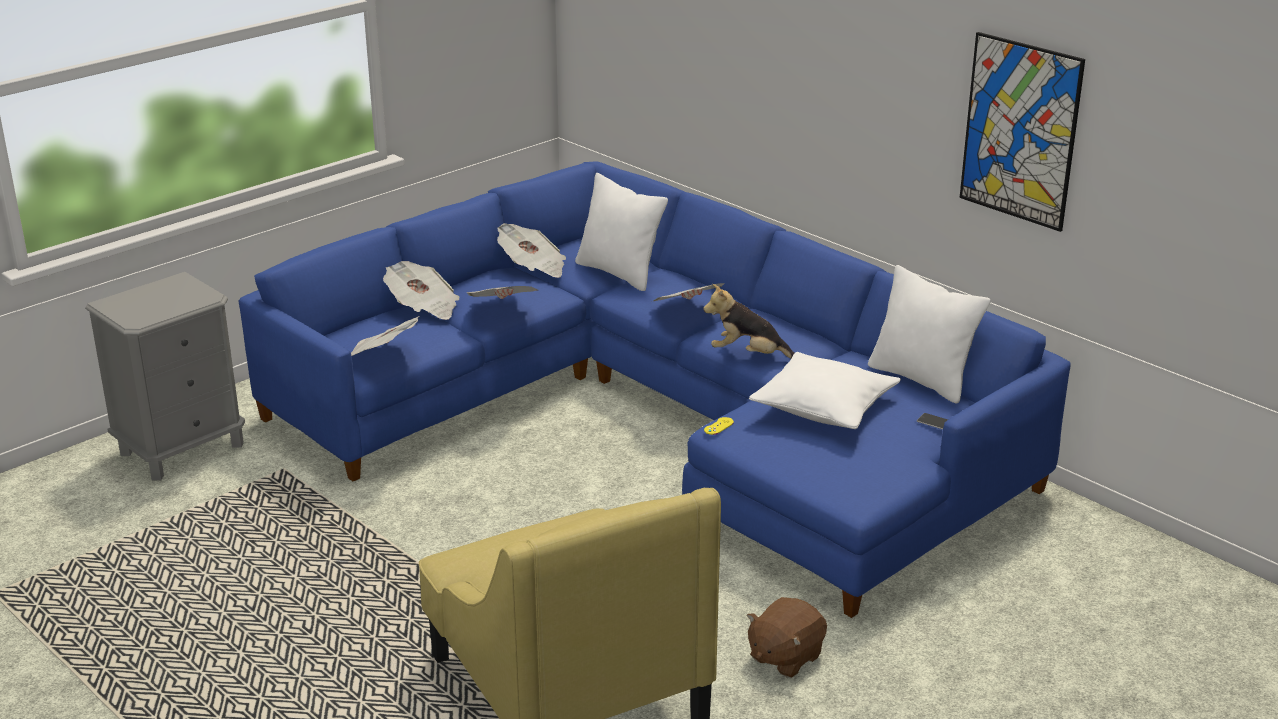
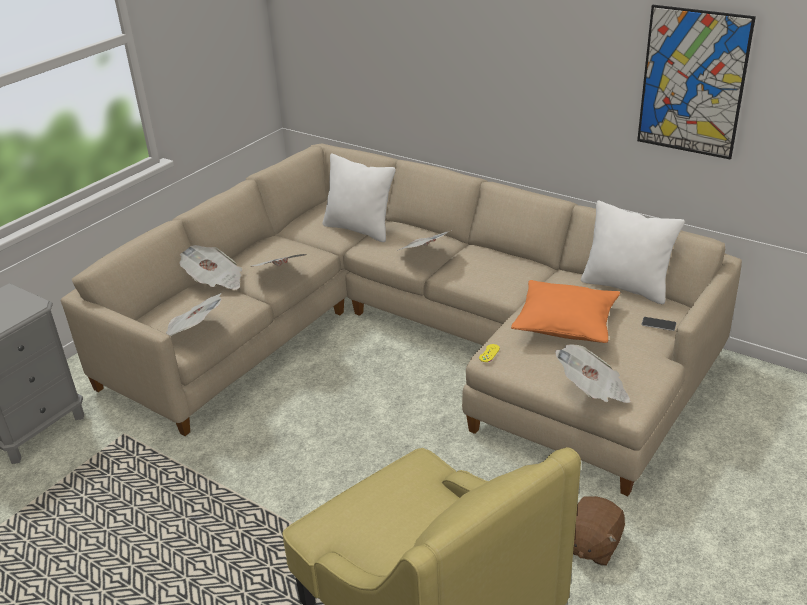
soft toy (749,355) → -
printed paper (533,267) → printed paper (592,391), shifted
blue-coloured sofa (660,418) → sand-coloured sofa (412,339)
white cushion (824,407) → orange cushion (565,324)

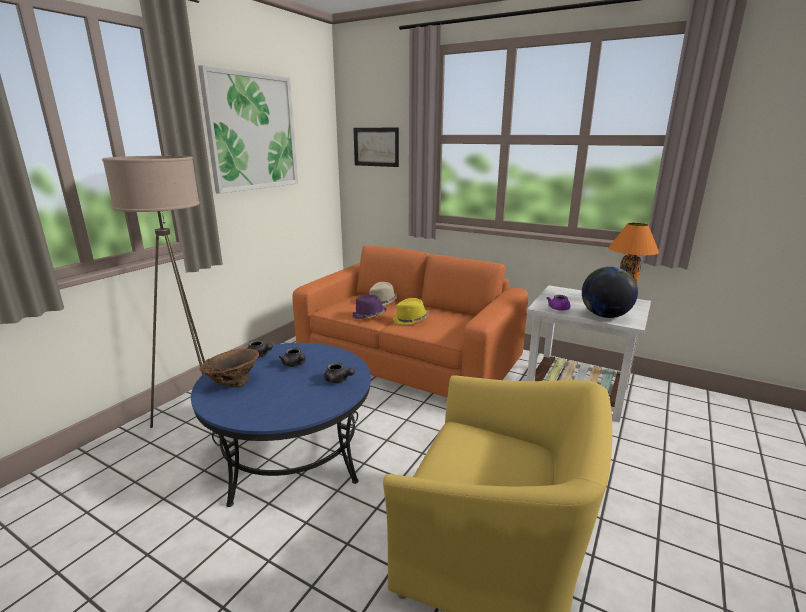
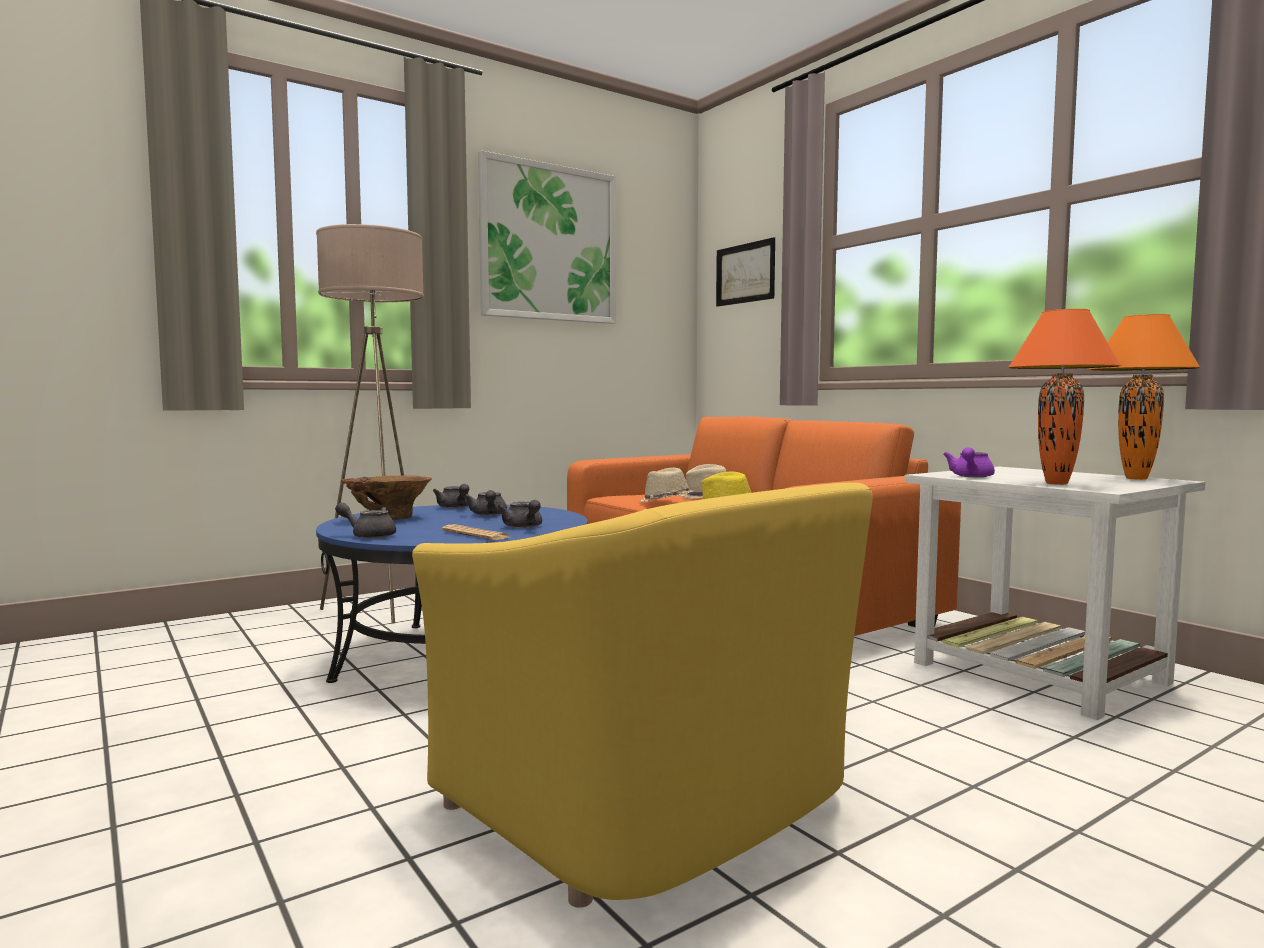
- → gray pot for tea (369,535)
- → printed paper (475,534)
world globe (604,315) → orange tabletop lamp (1056,483)
purple-coloured clothing hat (369,316) → sand-coloured clothing hat (665,502)

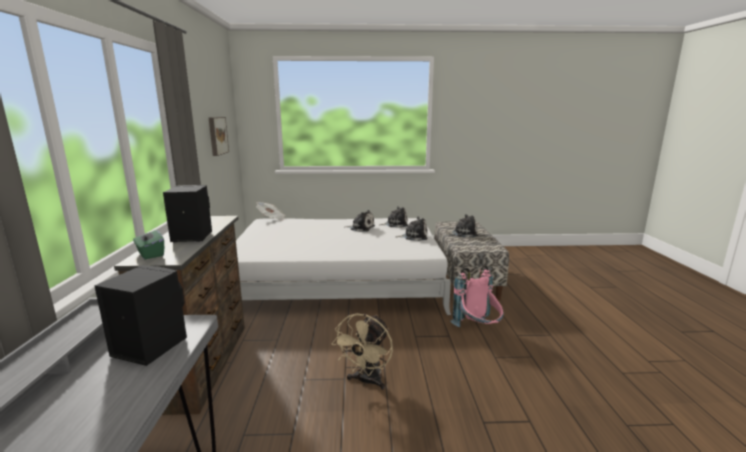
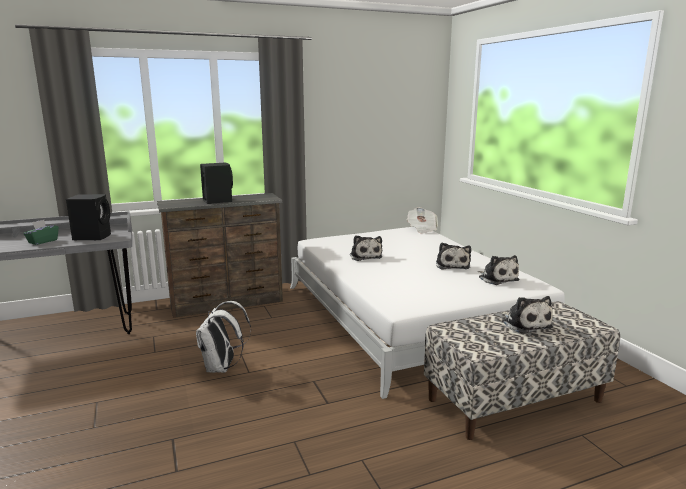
picture (217,135) → -
pink backpack (477,331) → -
green-coloured tissue box (150,254) → green-coloured tissue box (43,241), shifted
soft toy (414,236) → soft toy (365,256), shifted
sand-coloured fan (366,381) → white backpack (222,368)

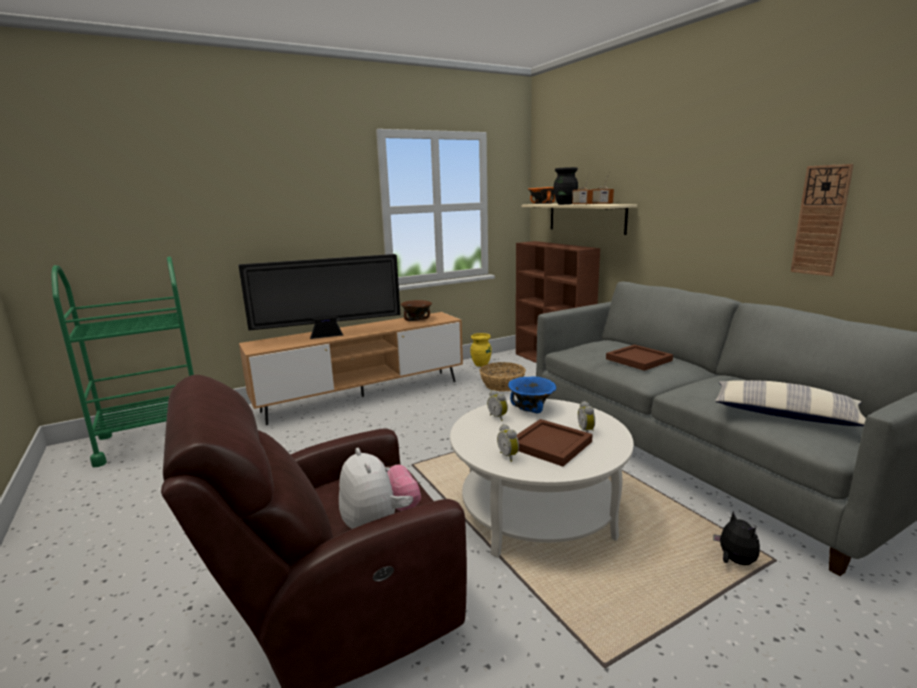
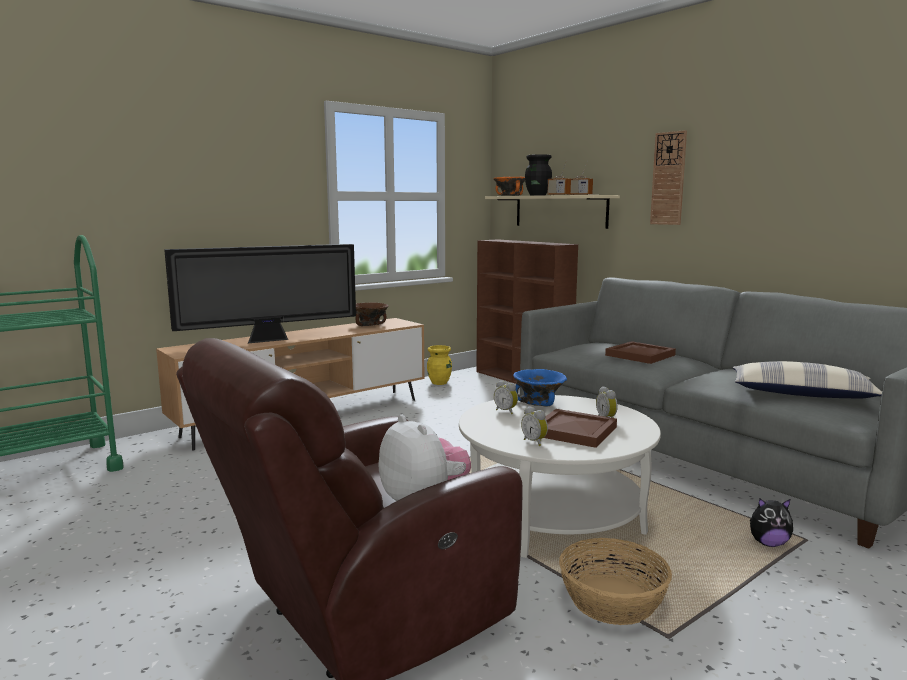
household basket (502,385) → household basket (613,600), shifted
wall clock (821,221) → wall clock (668,178), shifted
soft toy (734,561) → soft toy (768,543), 120 degrees clockwise

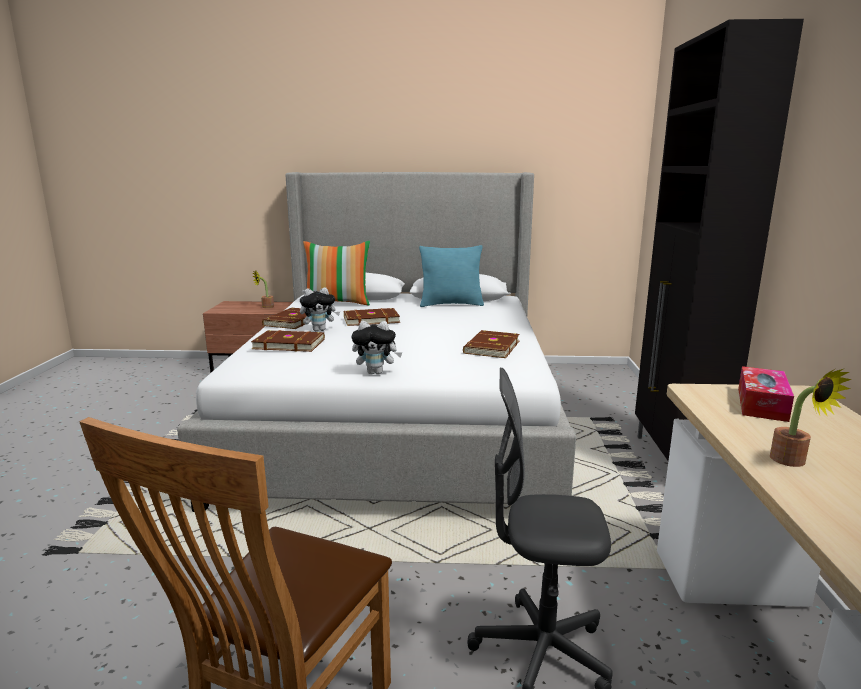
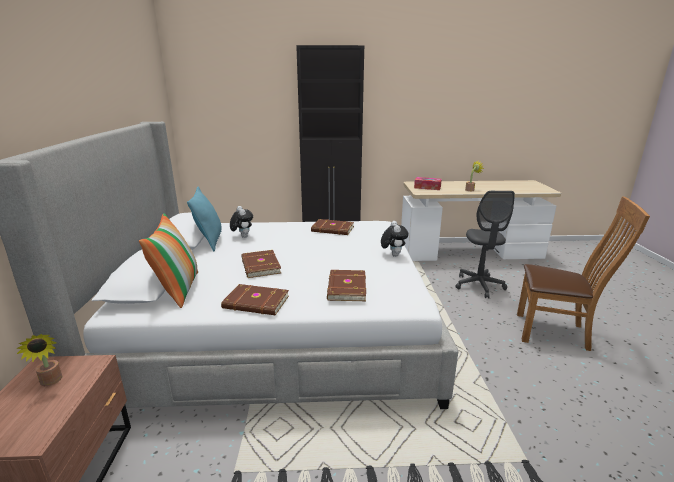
soft toy (319,330) → soft toy (242,236), shifted

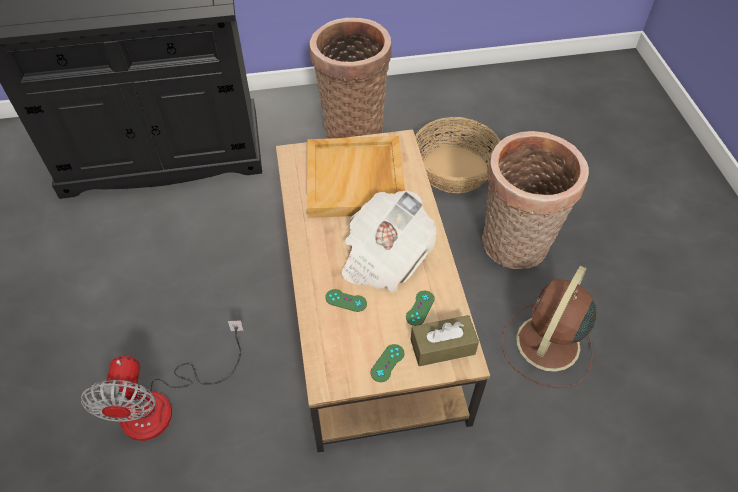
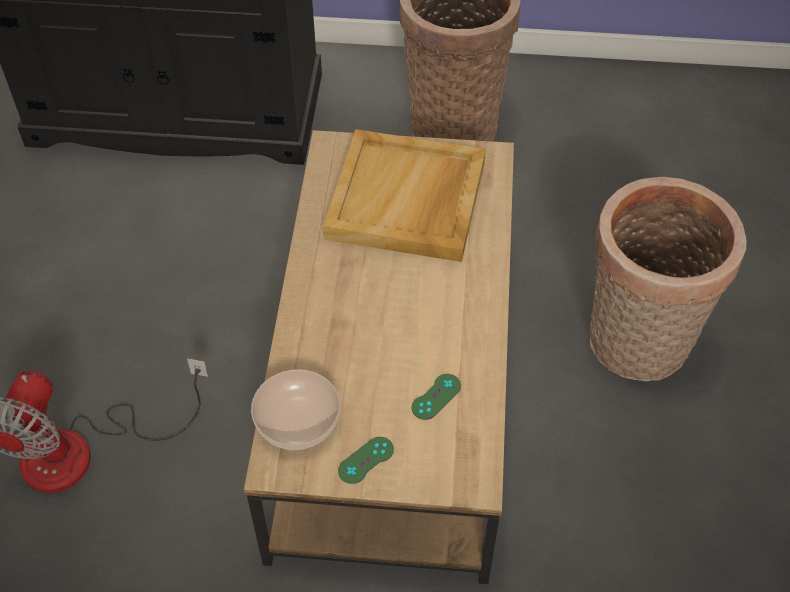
green-coloured game controller (346,300) → -
printed paper (384,257) → -
brown tissue box (442,347) → -
household basket (454,169) → -
brown fan (546,345) → -
- → deep dish (297,419)

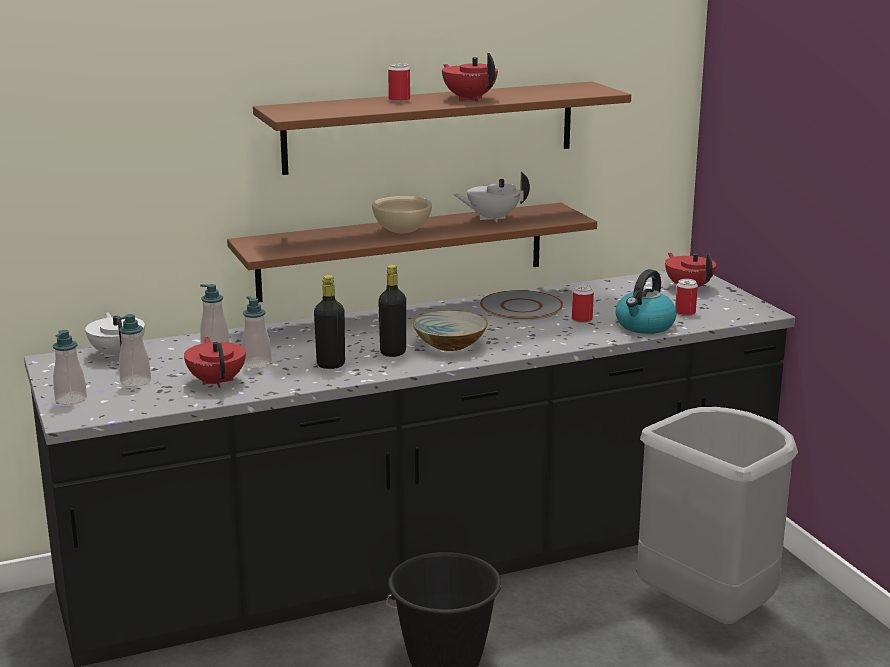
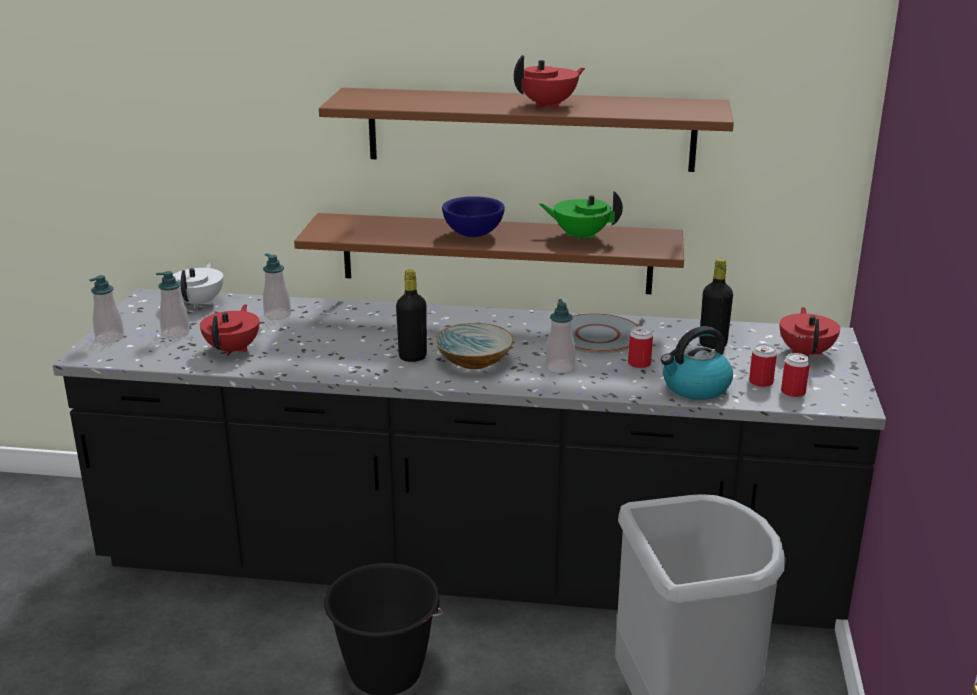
soap dispenser (257,364) → soap dispenser (559,367), shifted
black bottle (331,365) → black bottle (713,344), shifted
metal can (399,100) → metal can (793,392), shifted
sand-coloured deep dish (402,231) → blue-coloured deep dish (474,234)
white pot for tea (492,218) → green-coloured pot for tea (580,236)
reddish pot for tea (469,99) → reddish pot for tea (549,105), 60 degrees clockwise

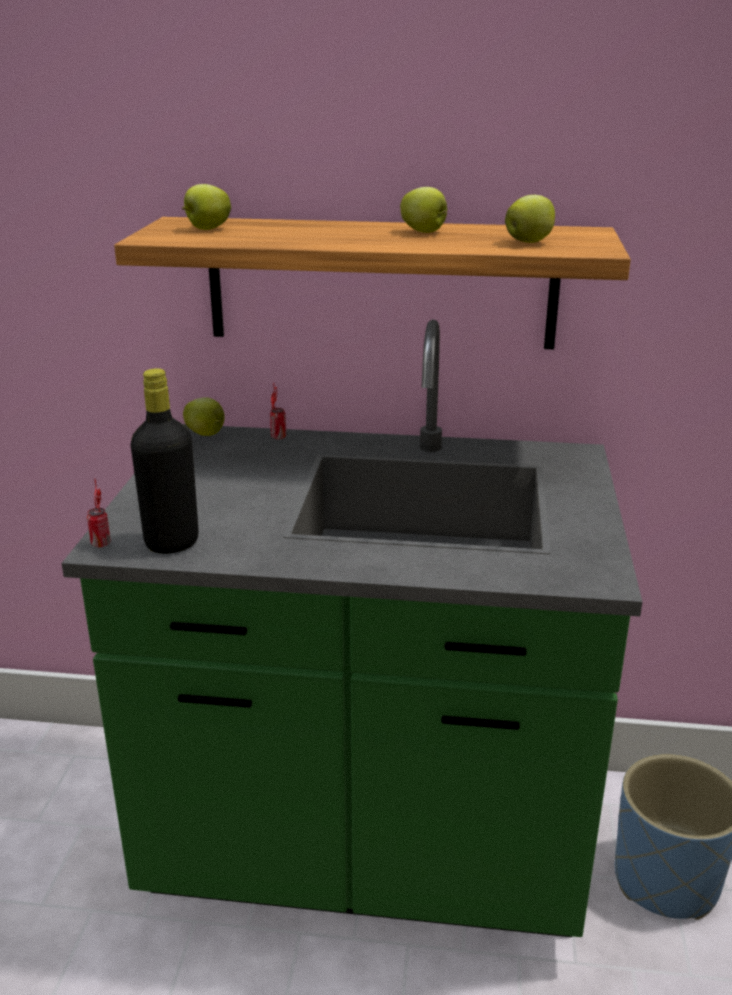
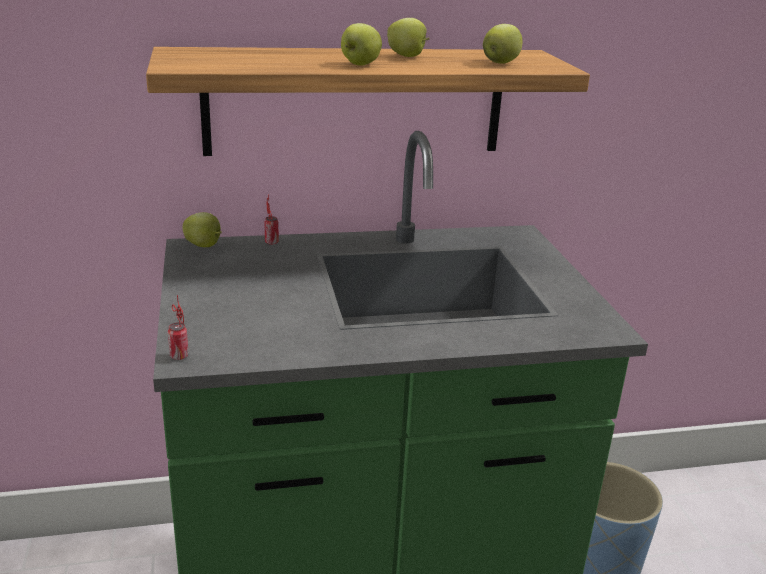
black bottle (172,543) → -
whole apple (207,229) → whole apple (360,64), shifted

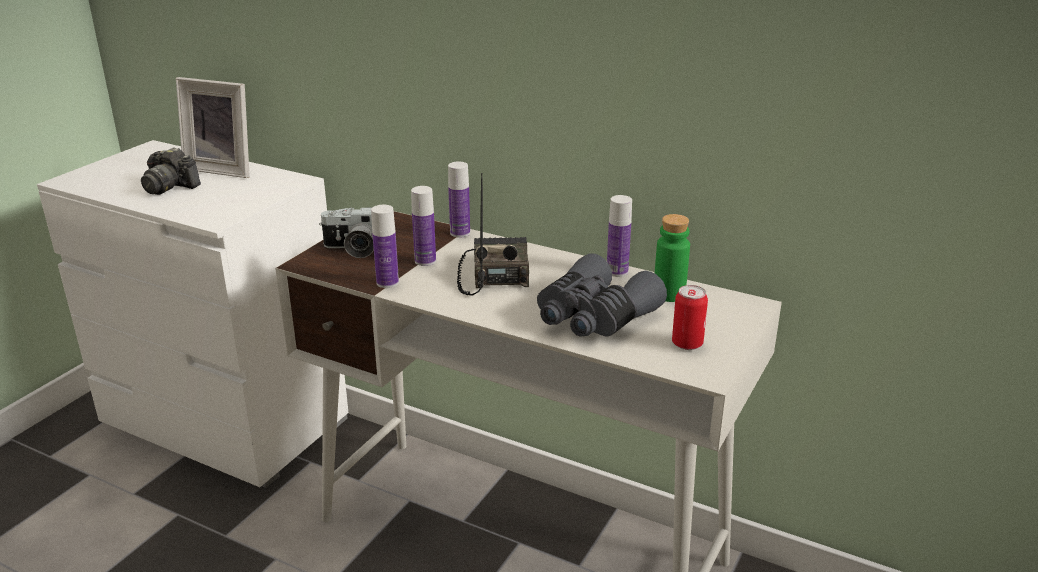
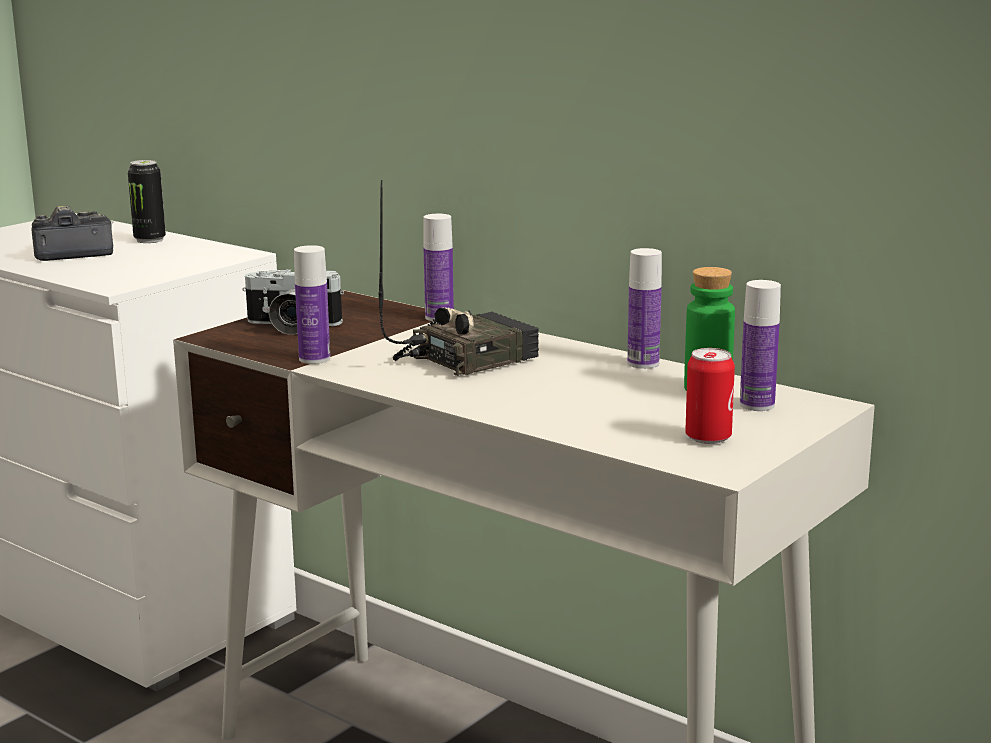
gray field glasses (593,317) → -
bottle (425,261) → bottle (757,405), shifted
photo frame (224,168) → metal can (150,240)
still camera (169,187) → still camera (71,253), 120 degrees clockwise
radio (494,275) → radio (465,358), 45 degrees clockwise

